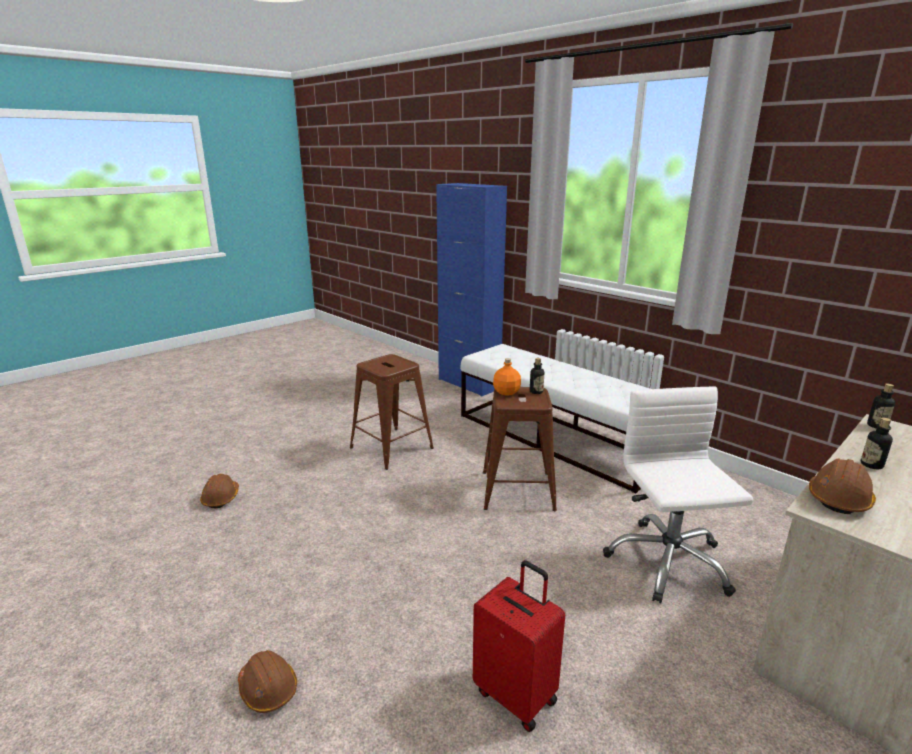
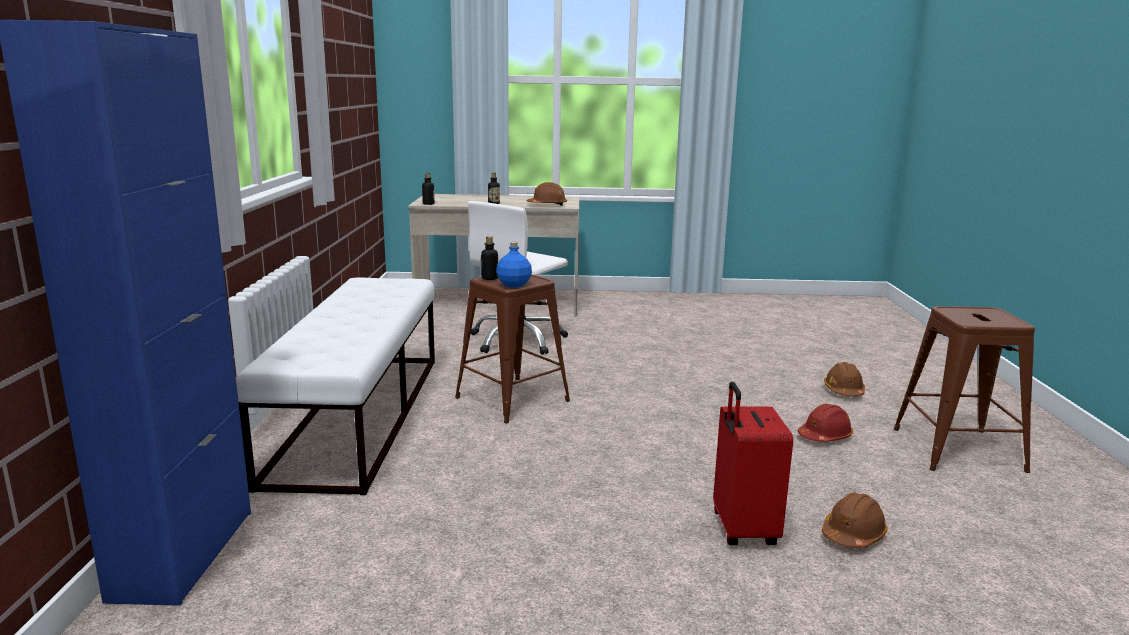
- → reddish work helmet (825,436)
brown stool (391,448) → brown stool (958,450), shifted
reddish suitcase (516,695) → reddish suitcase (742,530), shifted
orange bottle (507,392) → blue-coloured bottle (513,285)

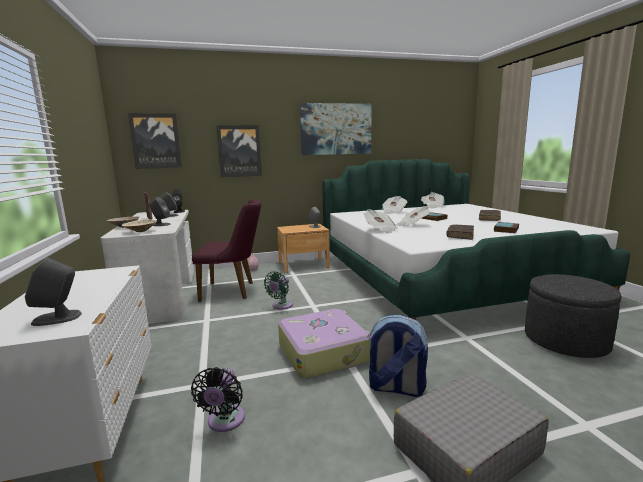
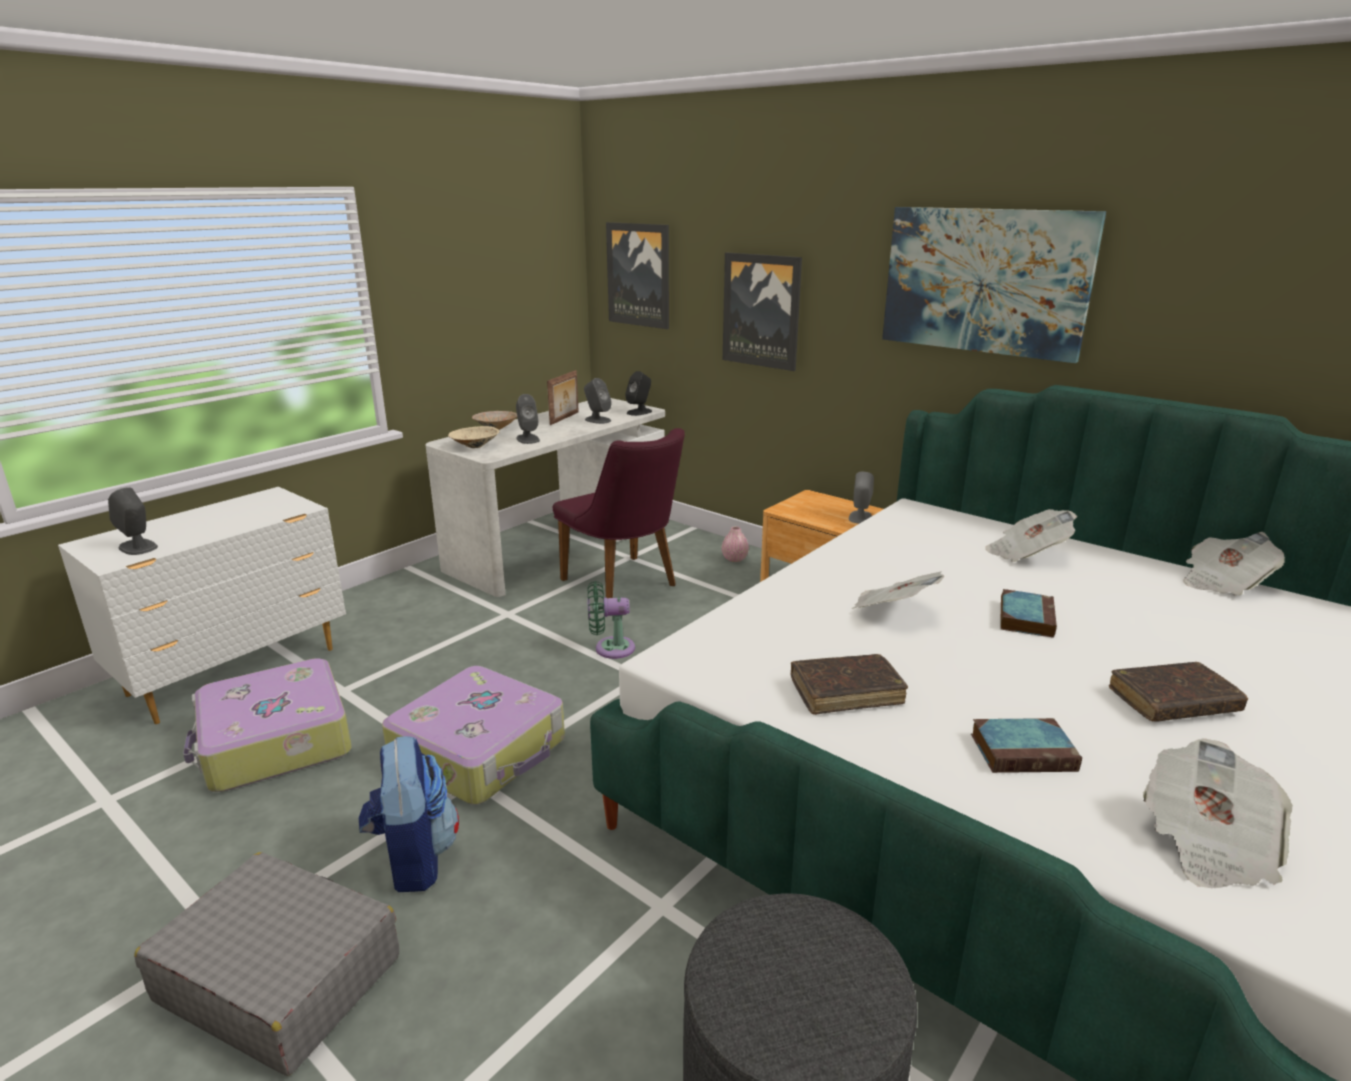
printed paper (380,230) → printed paper (1207,843), shifted
black fan (225,422) → suitcase (274,742)

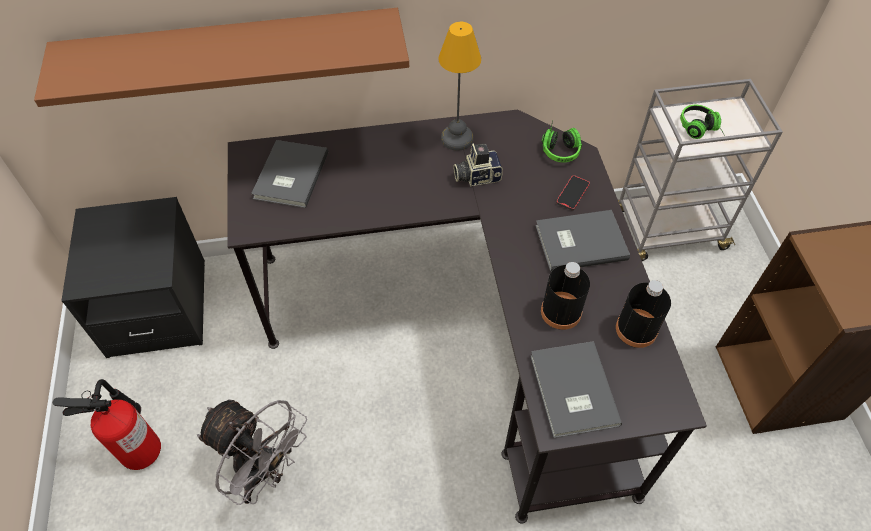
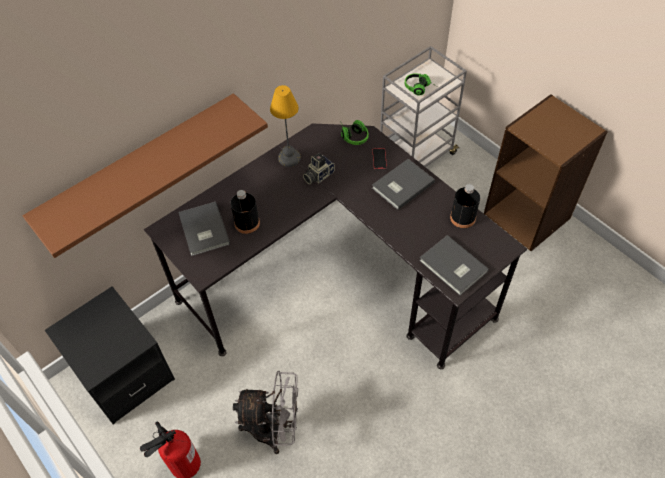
black bottle (561,312) → black bottle (247,223), shifted

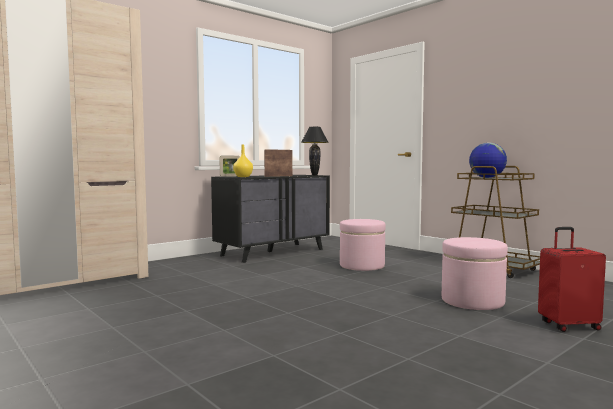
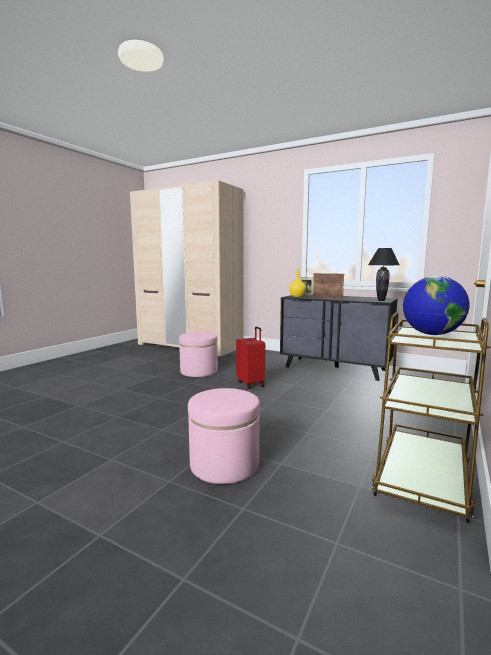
pink pouffe (362,266) → pink pouffe (199,371), shifted
reddish suitcase (568,325) → reddish suitcase (251,384), shifted

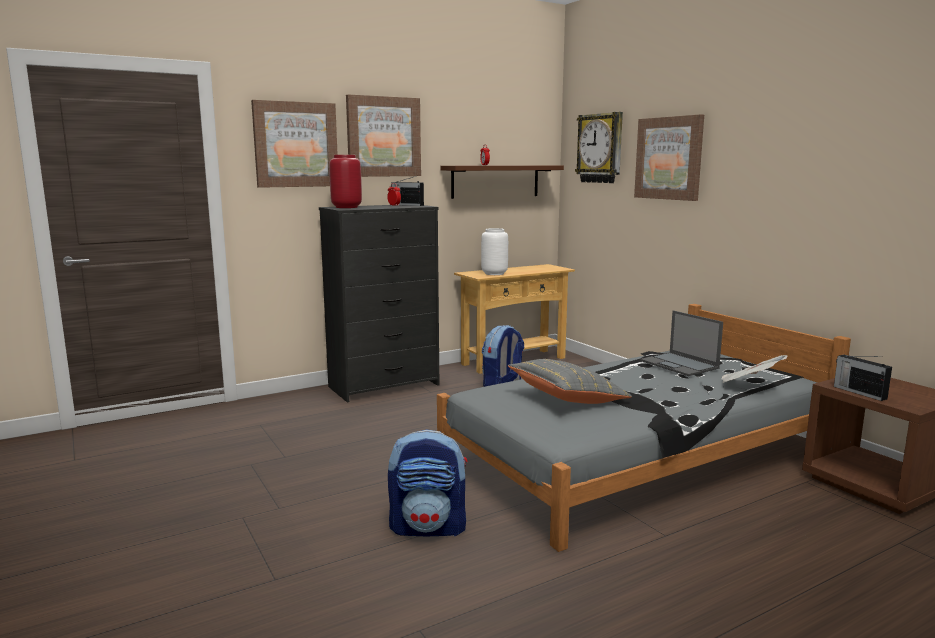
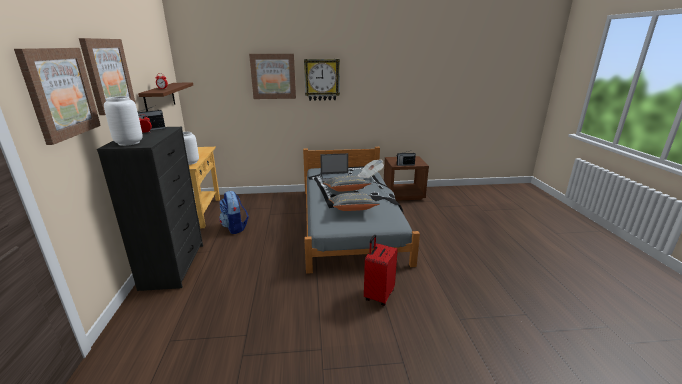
- → gray cushion (346,191)
wall clock (600,148) → wall clock (322,79), shifted
backpack (429,527) → reddish suitcase (378,295)
reddish decorative vase (346,207) → white decorative vase (128,143)

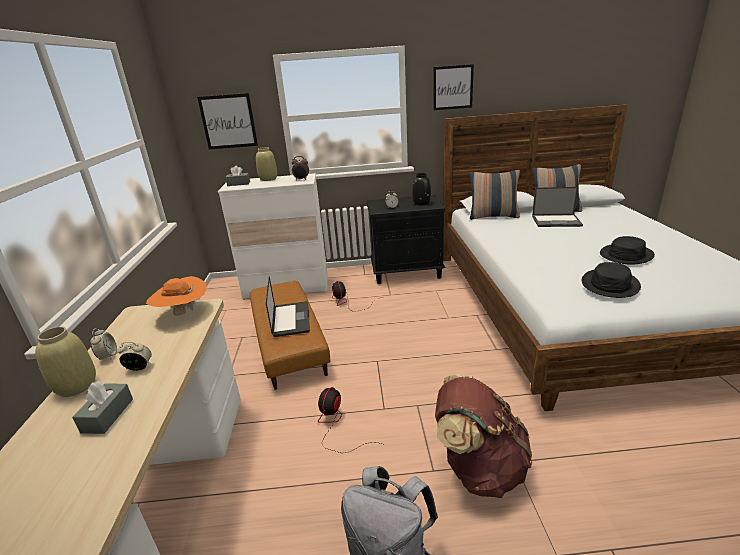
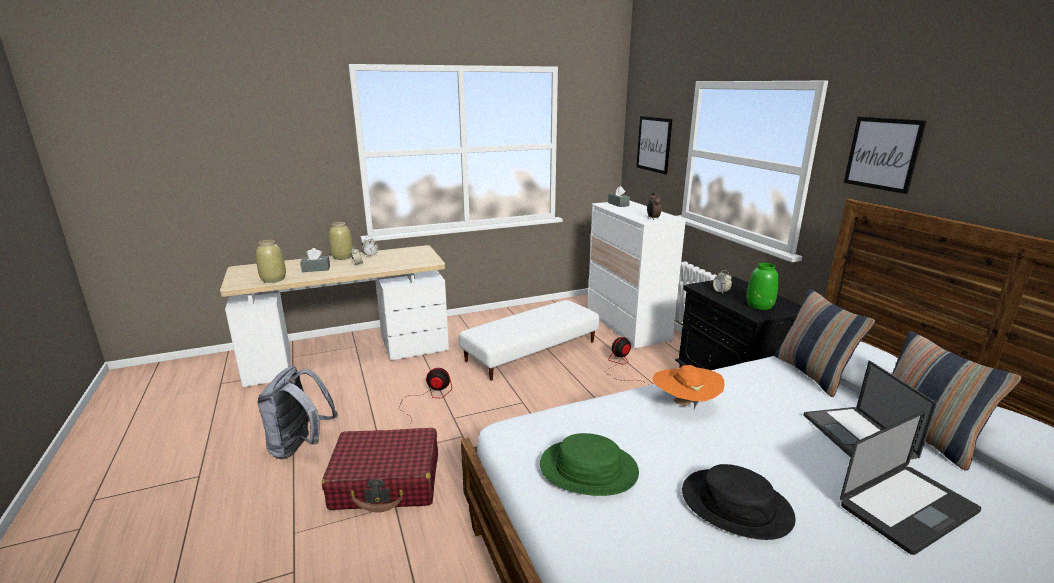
orange clothing hat (182,313) → orange clothing hat (684,405), shifted
sand-coloured decorative vase (268,179) → sand-coloured decorative vase (273,279), shifted
portable computer (291,319) → portable computer (908,509), shifted
brown backpack (478,467) → reddish suitcase (386,482)
brown pouffe (288,342) → white pouffe (531,351)
black decorative vase (421,203) → green-coloured decorative vase (759,305)
black clothing hat (610,284) → green-coloured clothing hat (588,469)

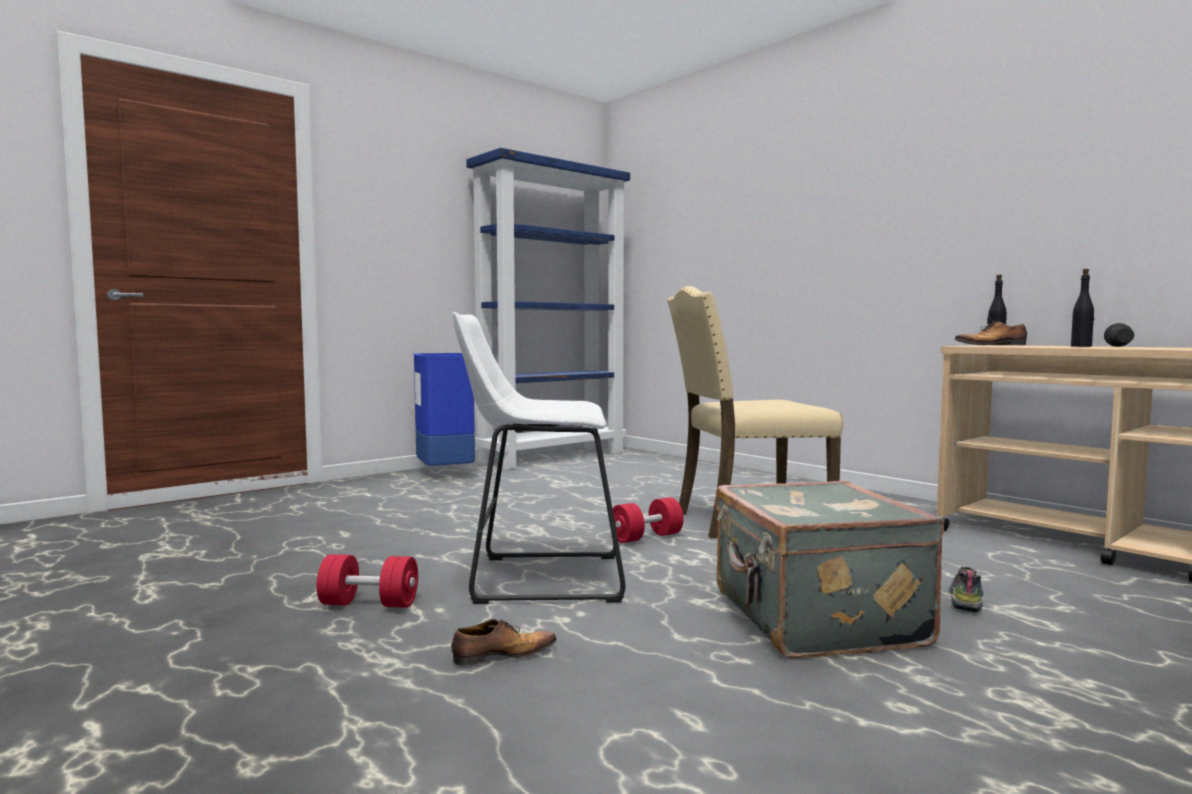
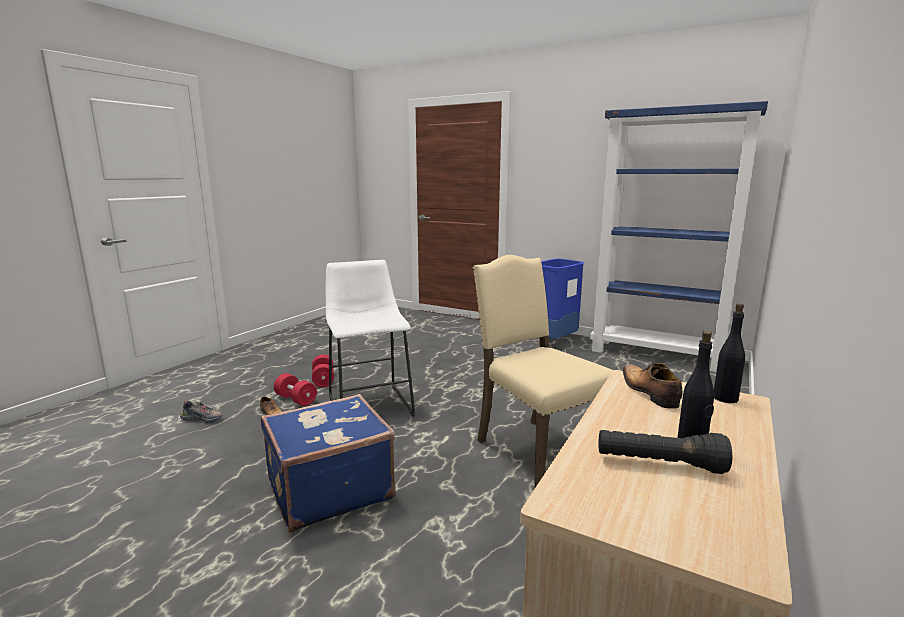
reddish free weight (646,537) → reddish free weight (296,399), shifted
low shoe (965,599) → low shoe (203,419), shifted
gray suitcase (814,619) → blue-coloured suitcase (328,489)

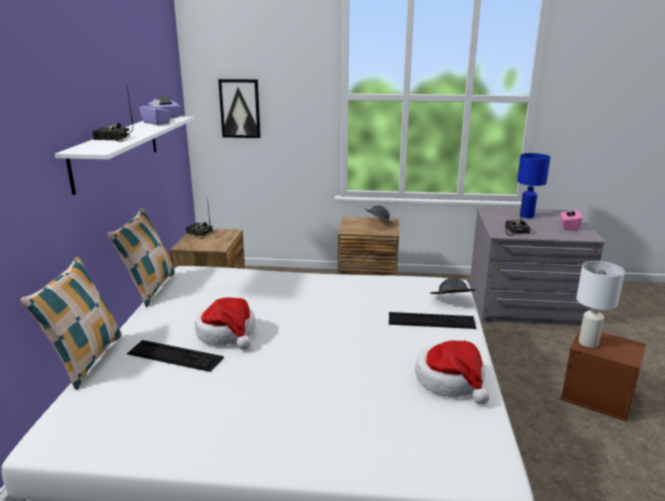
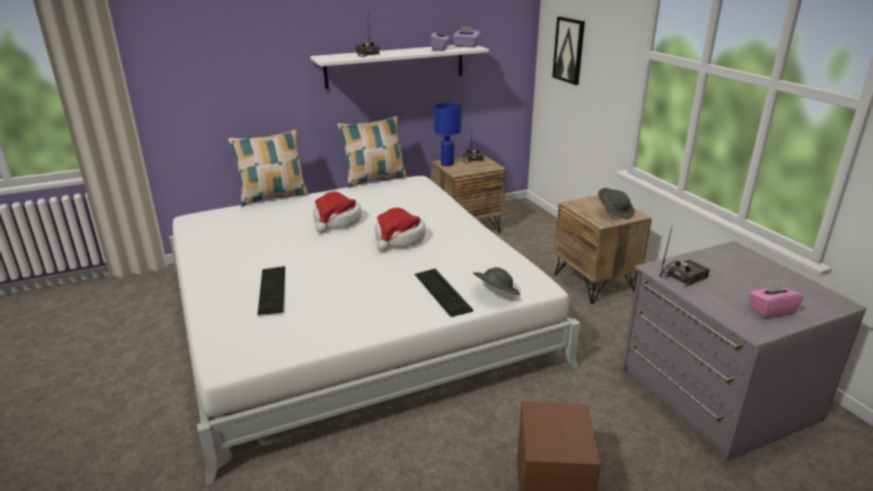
white tabletop lamp (587,343) → -
keyboard (174,356) → keyboard (272,290), shifted
clothing hat (451,380) → clothing hat (399,238), shifted
blue-coloured tabletop lamp (527,216) → blue-coloured tabletop lamp (446,164), shifted

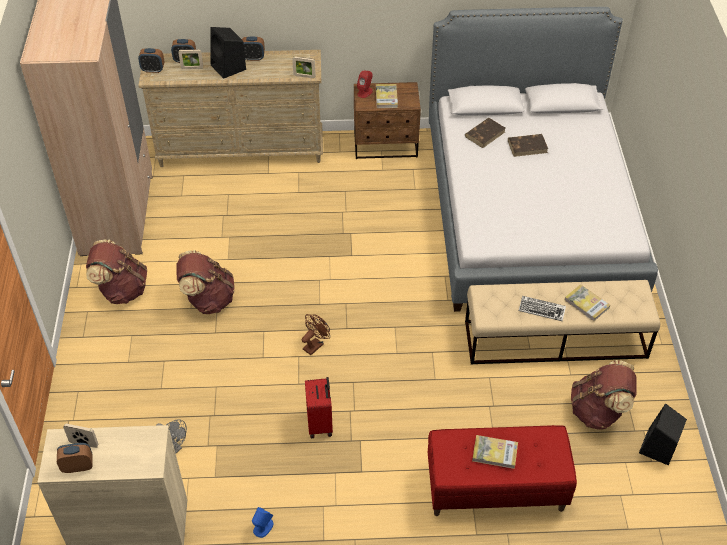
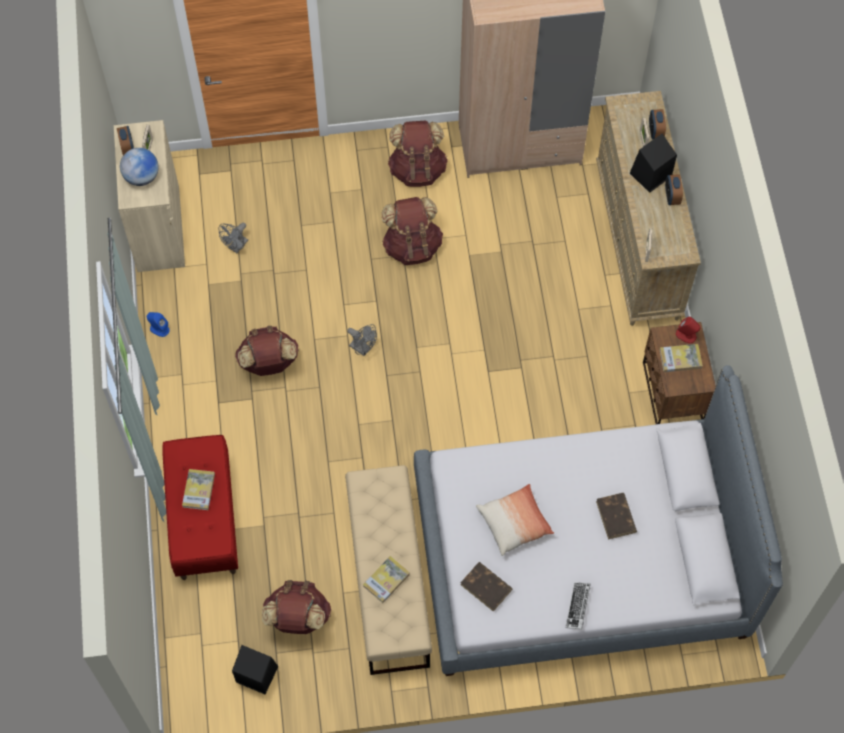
bedside clock (153,70) → -
- → world globe (142,177)
- → cushion (514,523)
brown book (485,134) → brown book (486,587), shifted
keyboard (541,310) → keyboard (578,607), shifted
reddish suitcase (321,424) → brown backpack (269,363)
brown fan (315,345) → gray fan (363,349)

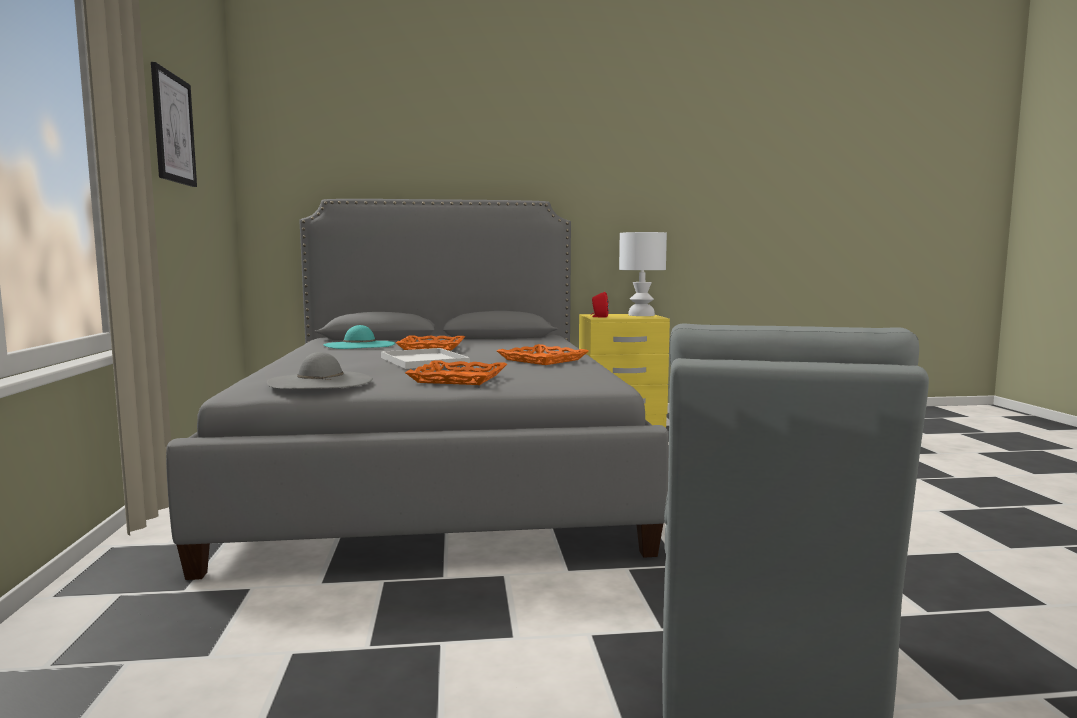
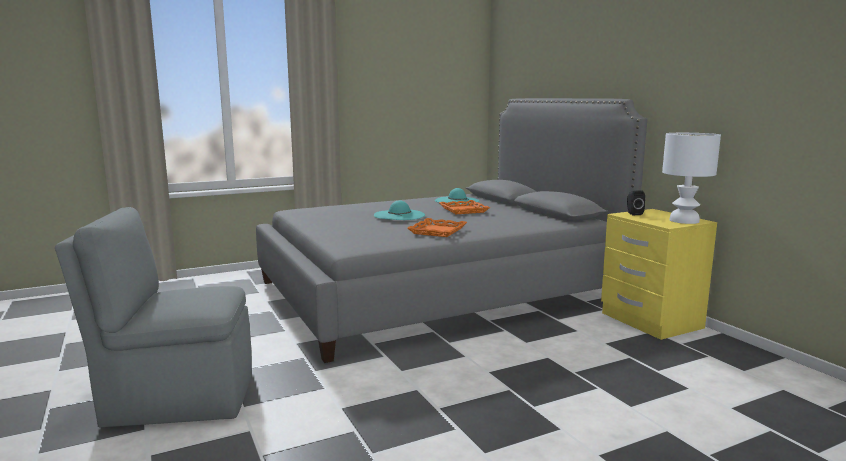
picture (173,128) → -
gray clothing hat (320,381) → -
orange serving tray (458,378) → -
white serving tray (422,360) → blue-green clothing hat (399,215)
reddish loudspeaker (599,317) → black loudspeaker (633,213)

